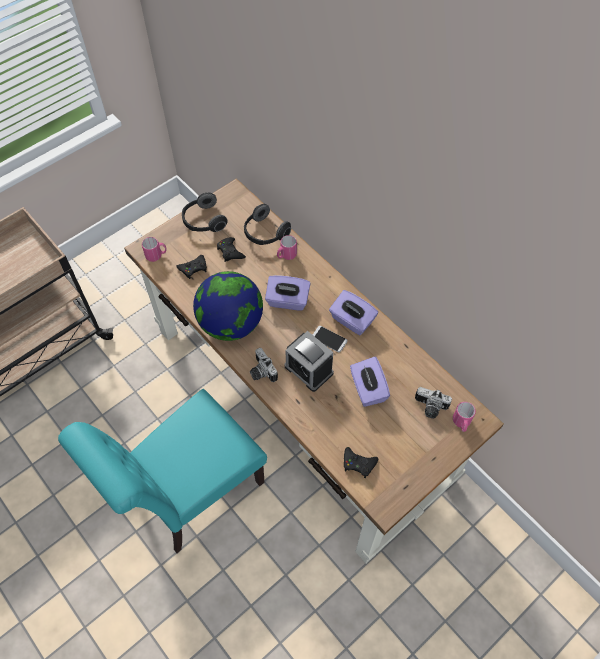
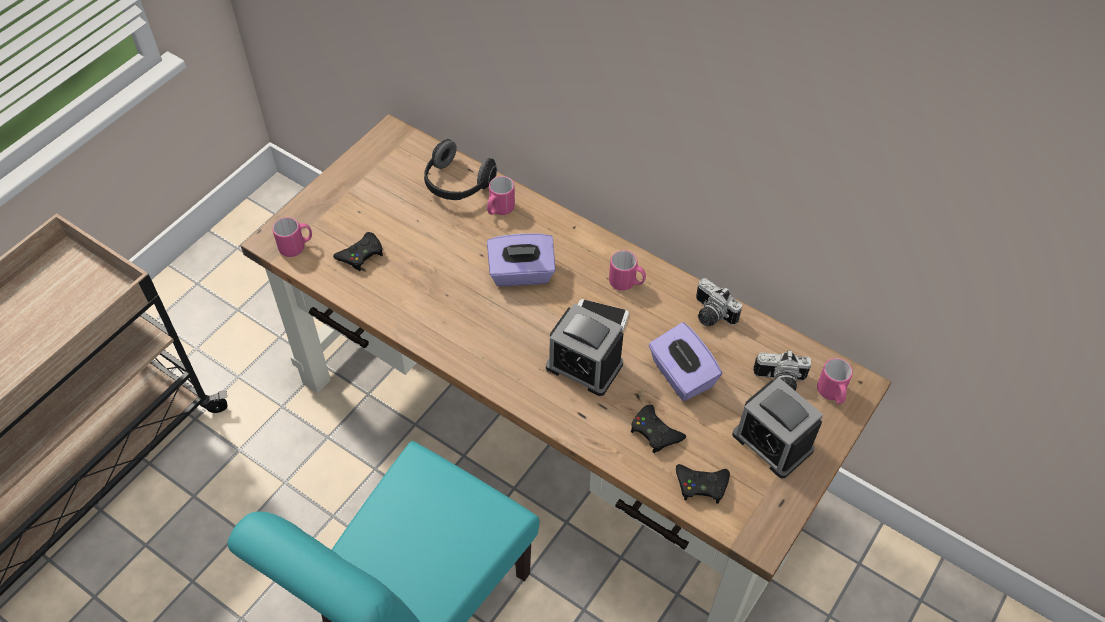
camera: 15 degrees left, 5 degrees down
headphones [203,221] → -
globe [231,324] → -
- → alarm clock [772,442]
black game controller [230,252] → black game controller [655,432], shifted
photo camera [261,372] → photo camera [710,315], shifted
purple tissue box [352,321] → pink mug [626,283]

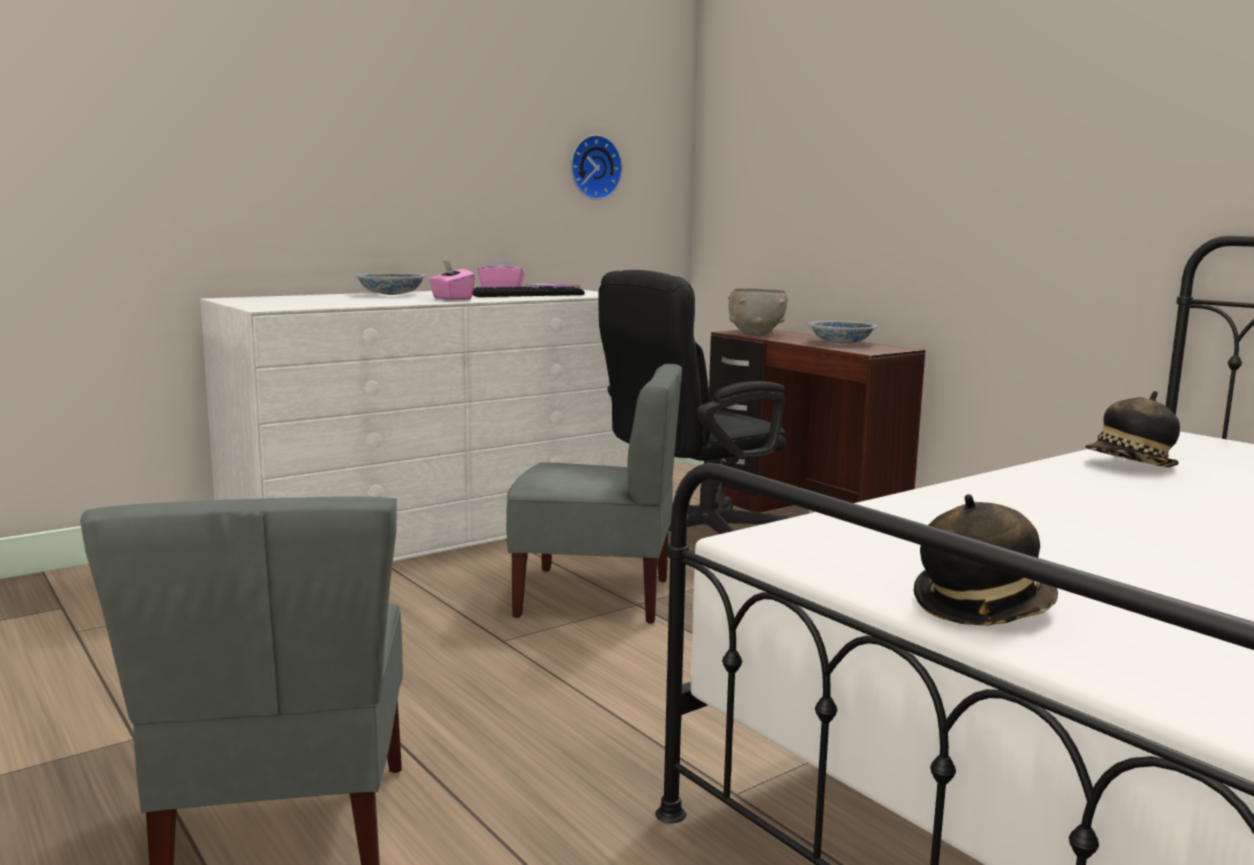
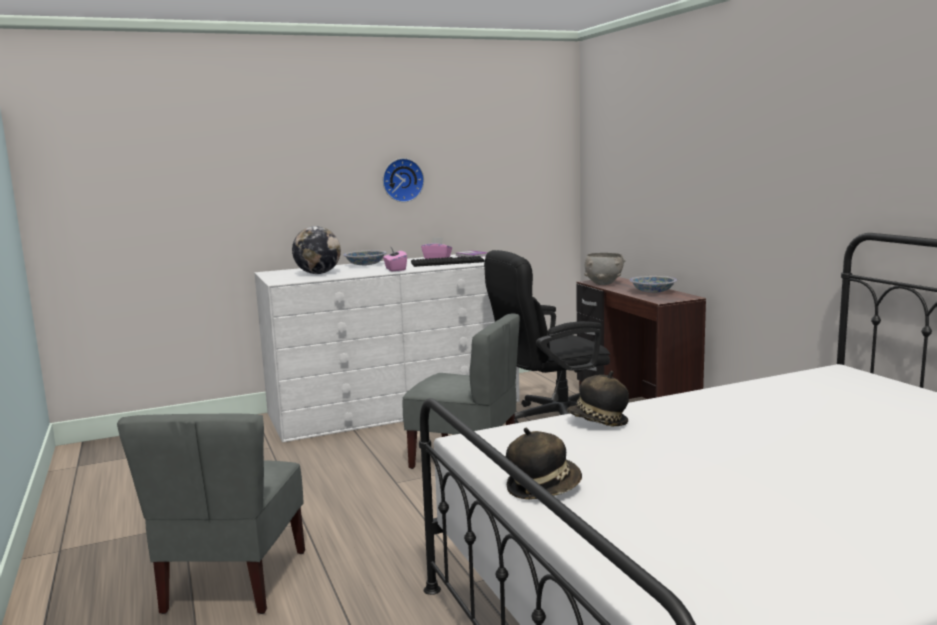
camera: 15 degrees right, 0 degrees up
- → globe [318,273]
wall clock [593,167] → wall clock [402,180], shifted
hat [1130,465] → hat [598,422], shifted

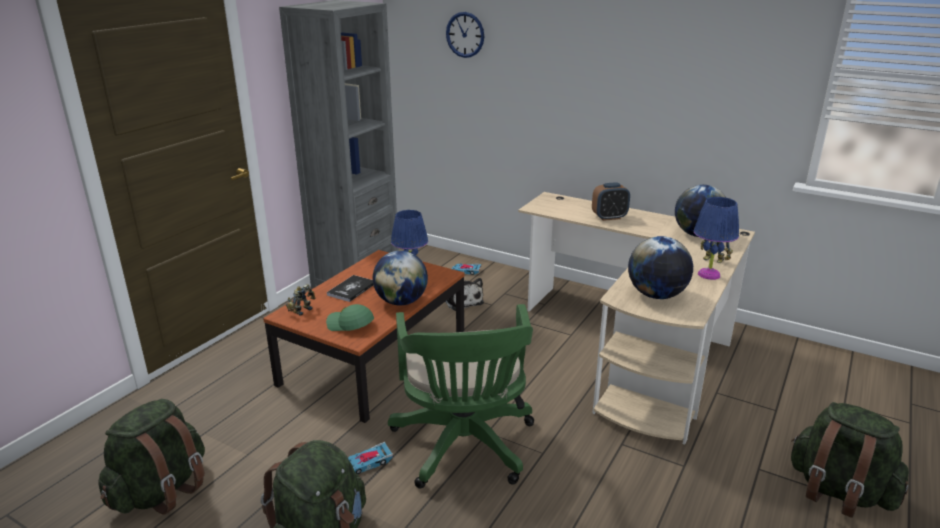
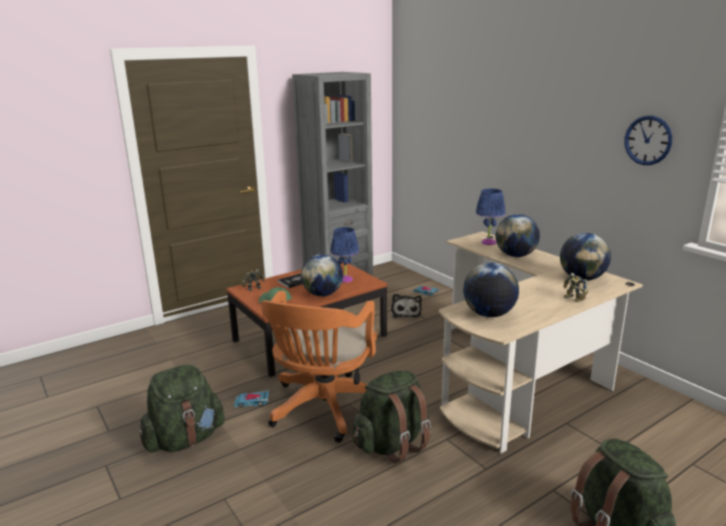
camera: 25 degrees right, 5 degrees down
green backpack [161,490] → green backpack [392,444], shifted
wall clock [465,34] → wall clock [648,140], shifted
blue table lamp [708,274] → blue table lamp [488,242], shifted
alarm clock [609,217] → globe [516,255]
green office chair [464,448] → orange office chair [323,410]

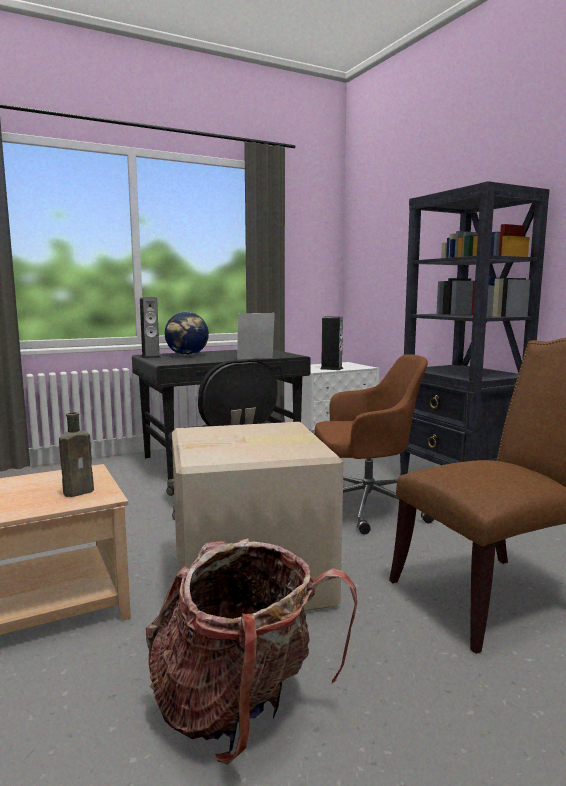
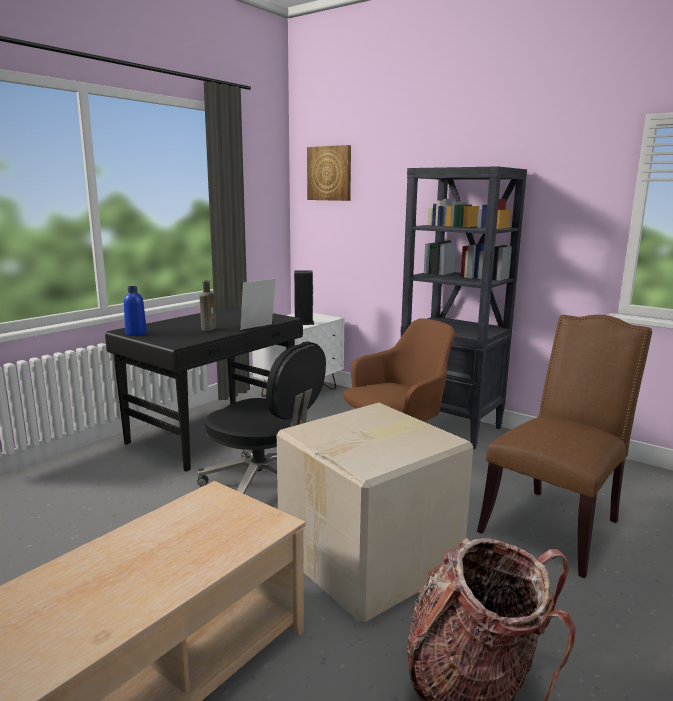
camera: 25 degrees left, 5 degrees up
globe [187,355] → -
- → picture [329,173]
brown bottle [81,491] → brown bottle [209,328], shifted
speaker [150,357] → blue bottle [136,333]

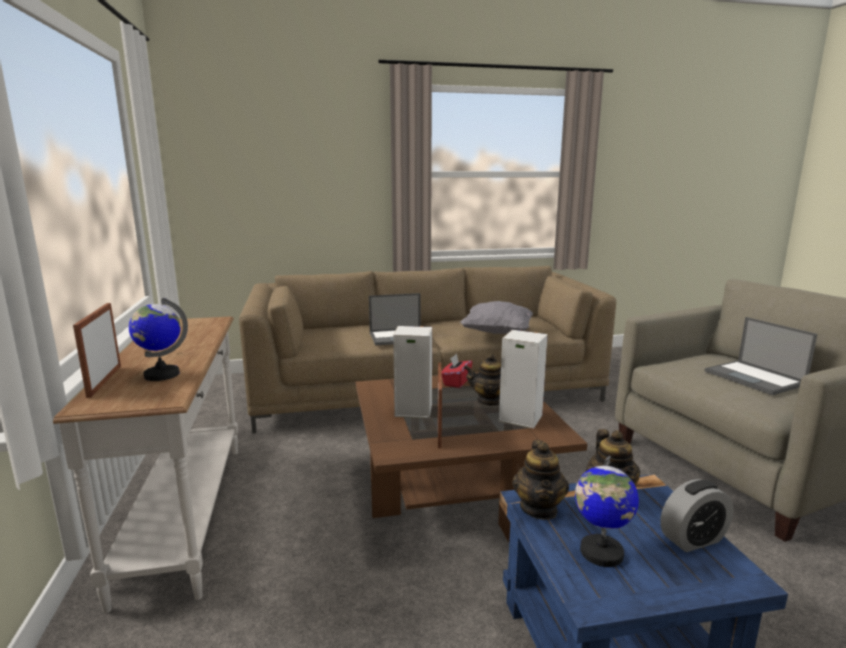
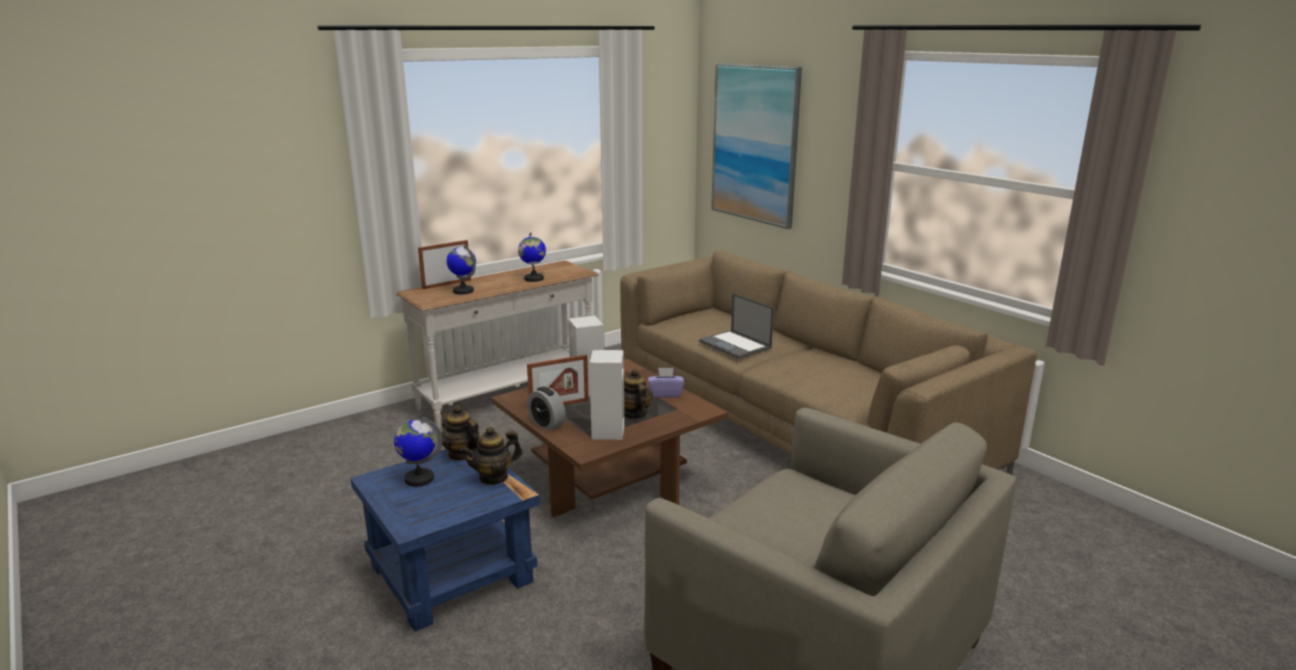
camera: 65 degrees right, 5 degrees up
grey pillow [497,333] → -
laptop [755,378] → -
- → globe [533,279]
- → picture [755,144]
alarm clock [693,539] → alarm clock [547,424], shifted
red tissue box [456,382] → purple tissue box [665,394]
teapot [539,508] → teapot [461,454], 60 degrees clockwise

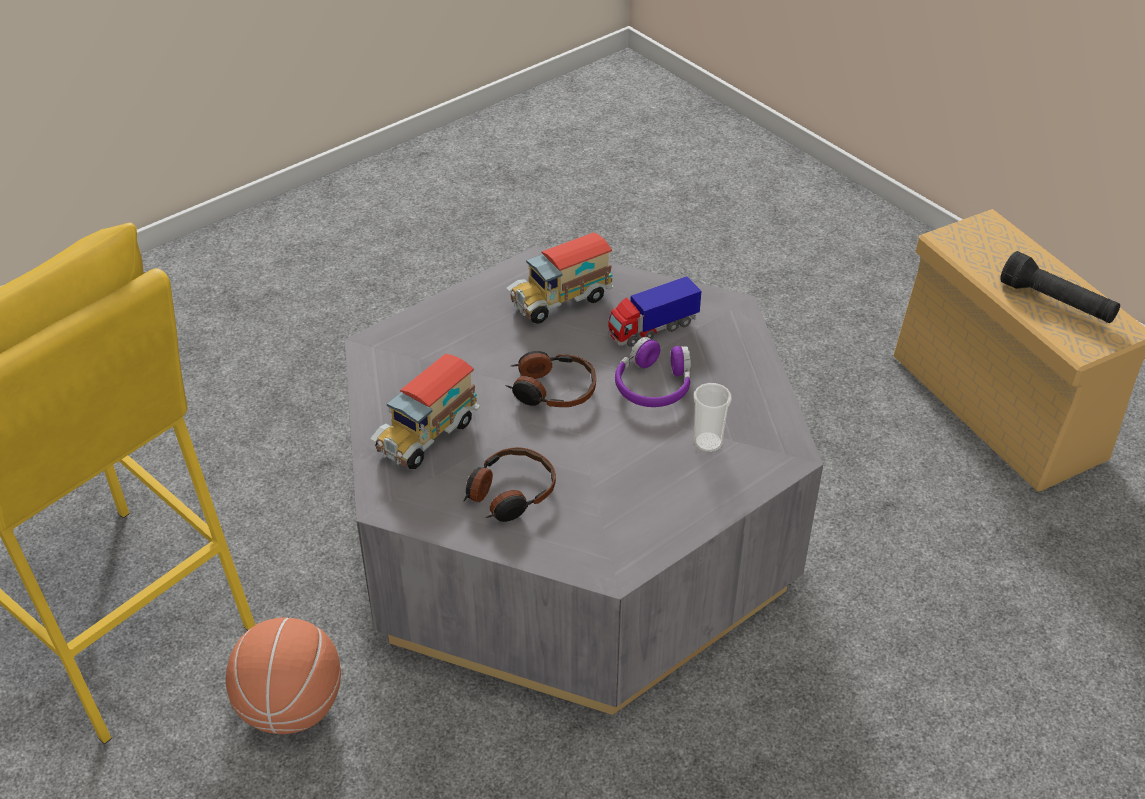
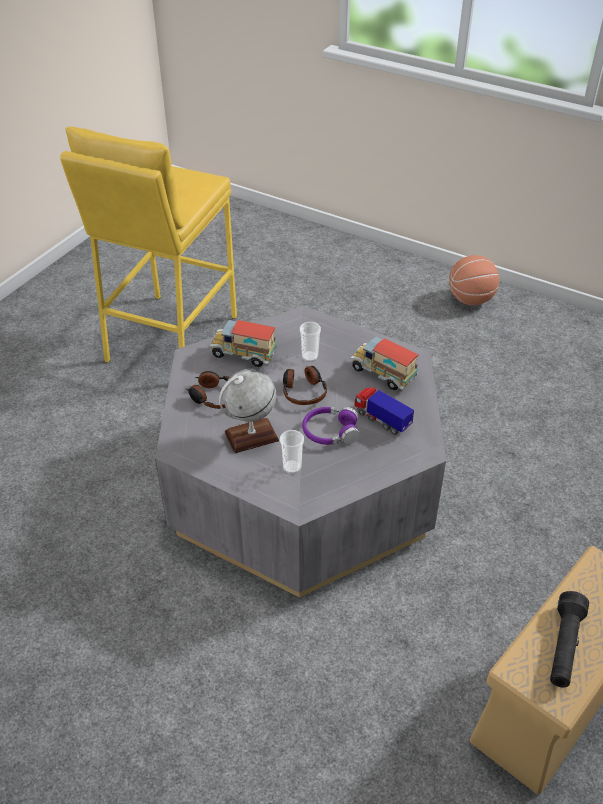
camera: 70 degrees right, 0 degrees up
- → globe [251,436]
- → cup [309,356]
basketball [291,707] → basketball [470,299], shifted

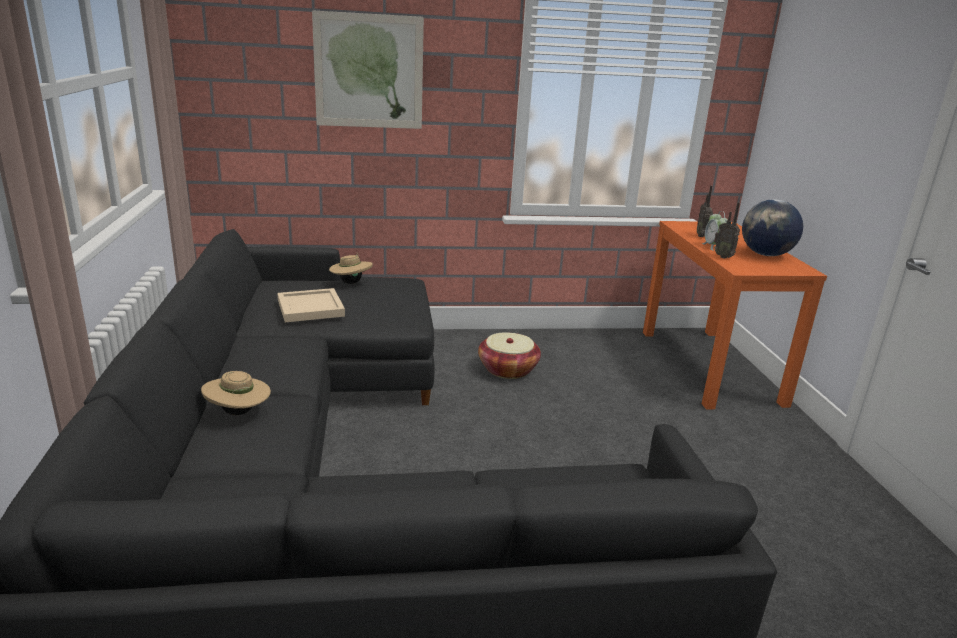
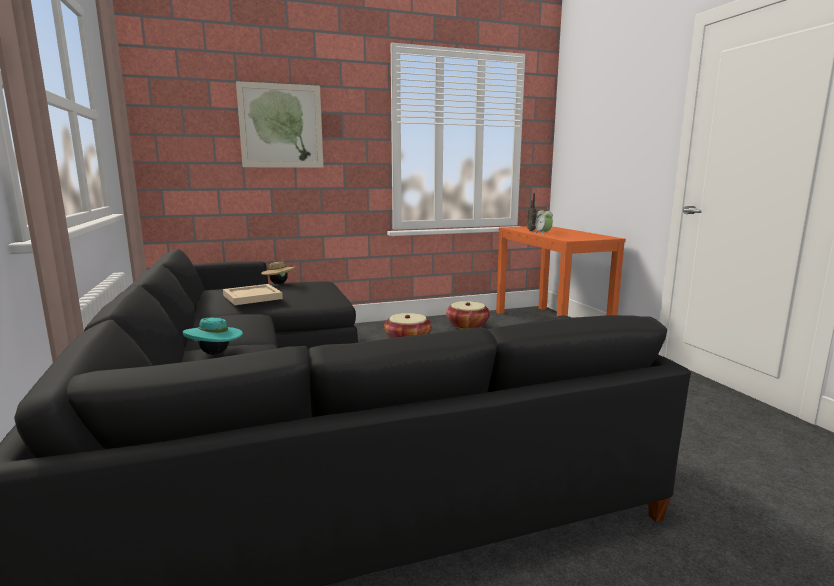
camera: 10 degrees left, 10 degrees down
radio [723,257] → -
globe [765,255] → -
- → basket [467,325]
beige hat [238,413] → turquoise hat [215,353]

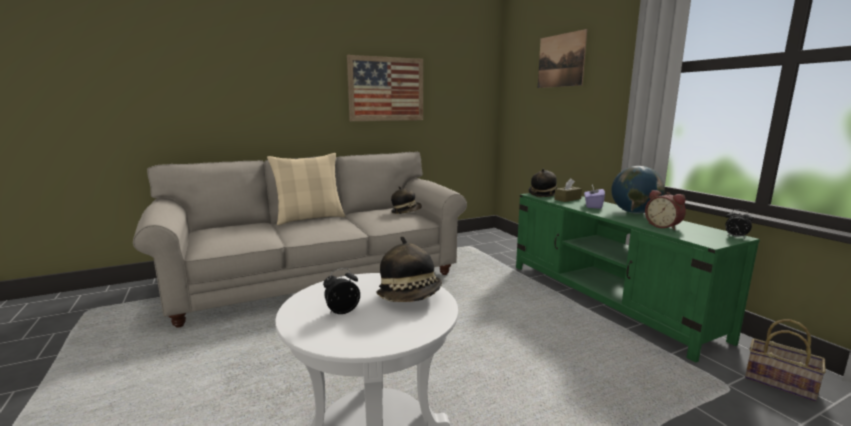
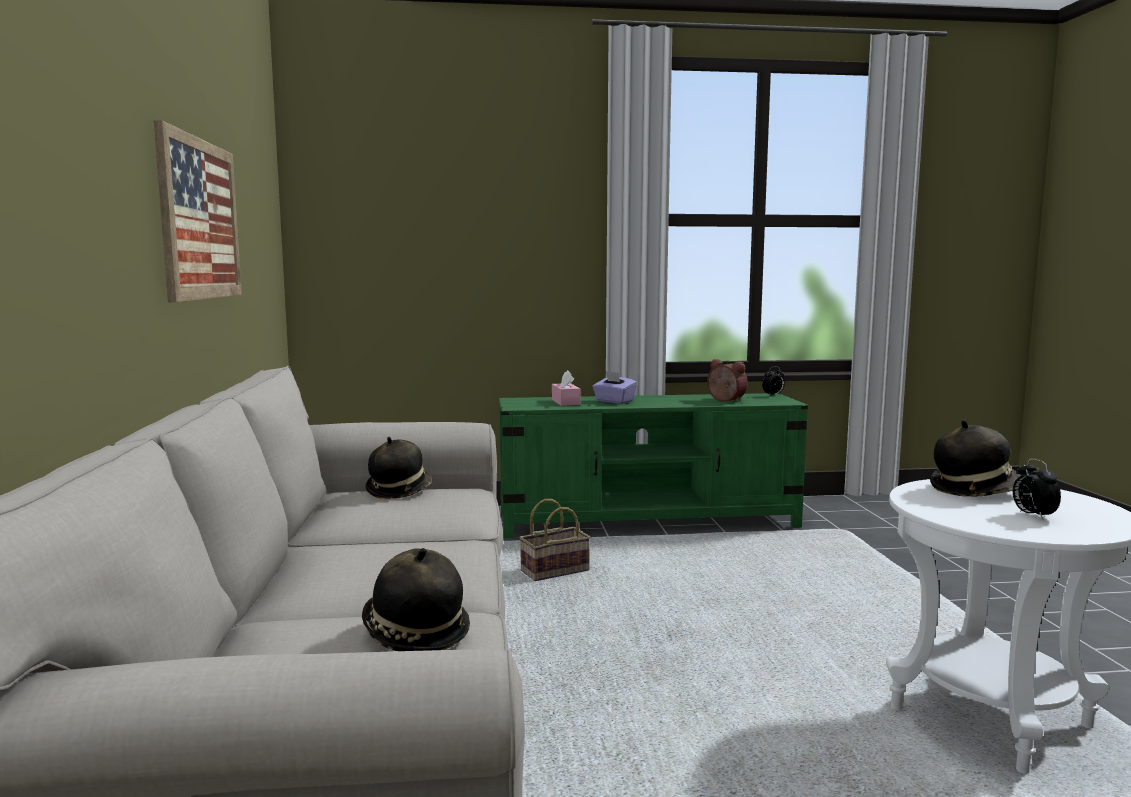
camera: 70 degrees left, 5 degrees down
beige pillow [310,218] → -
picture [561,60] → -
globe [634,212] → -
hat [543,194] → hat [414,633], shifted
basket [781,383] → basket [555,571], shifted
brown tissue box [567,199] → pink tissue box [565,402]
alarm clock [663,226] → alarm clock [725,401], 120 degrees counterclockwise

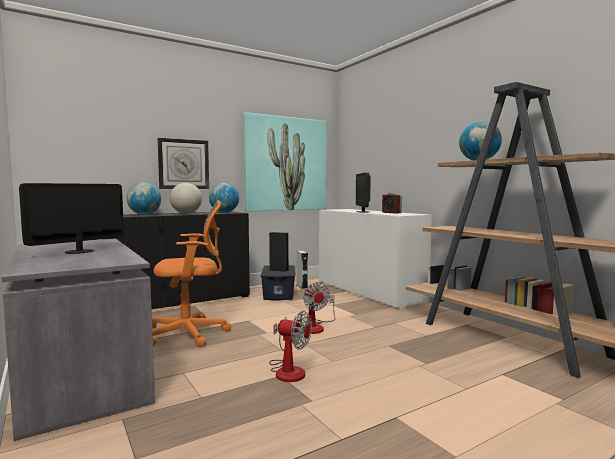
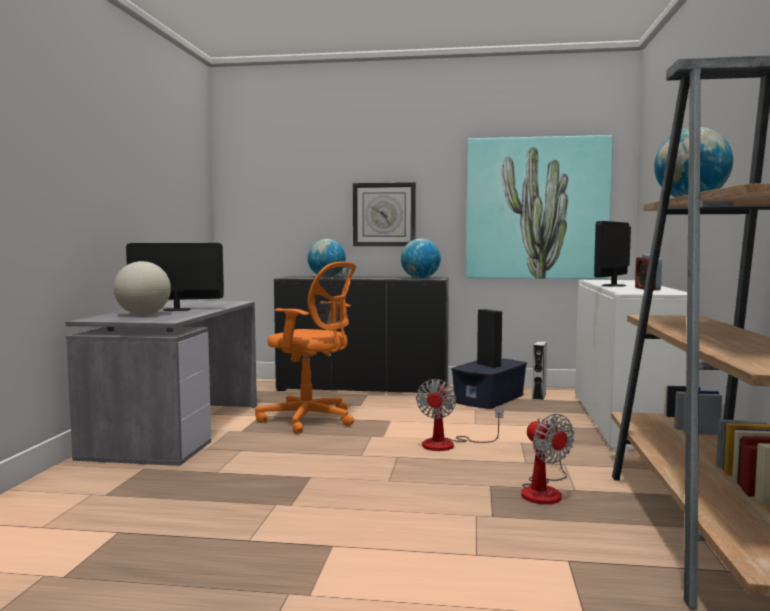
camera: 40 degrees right, 0 degrees up
globe [186,213] → globe [143,314], shifted
fan [288,370] → fan [544,491], shifted

